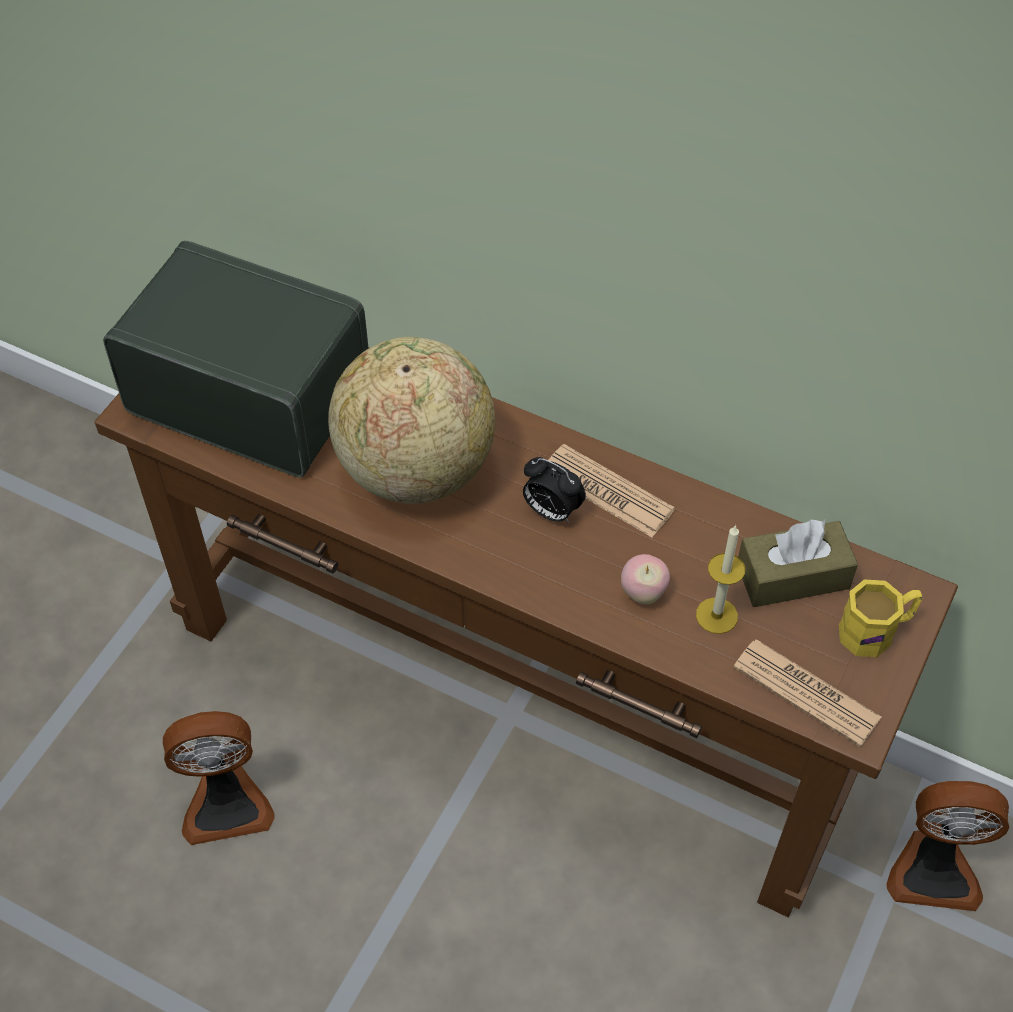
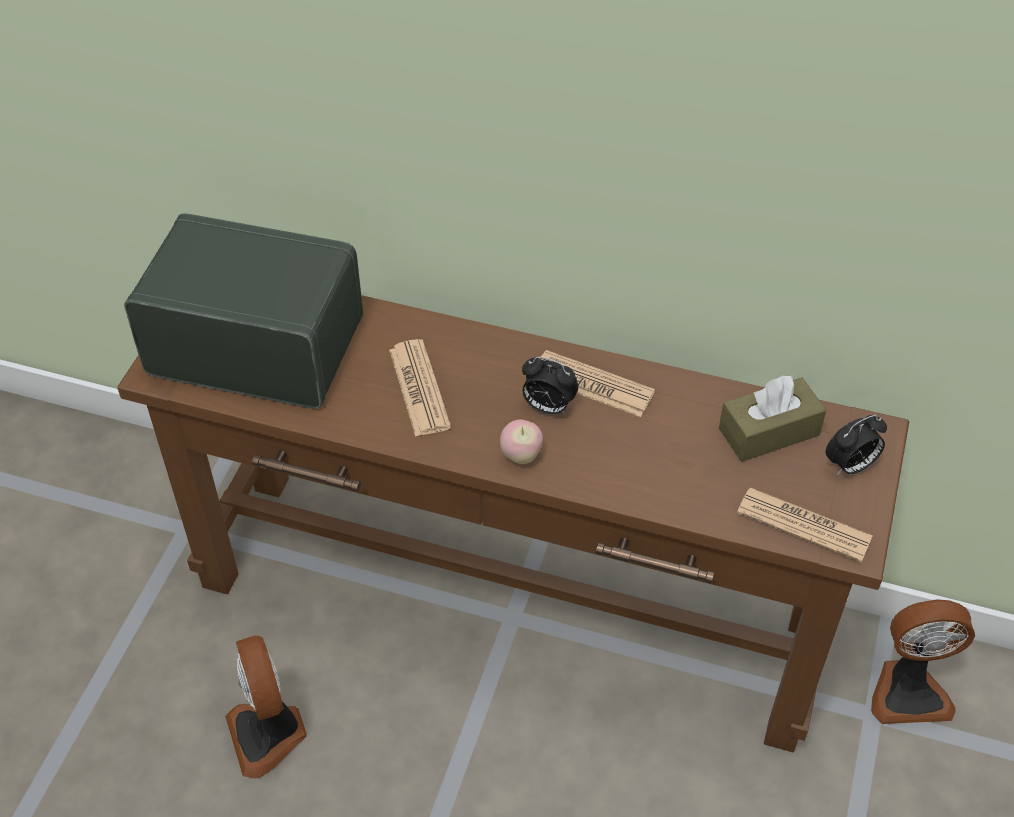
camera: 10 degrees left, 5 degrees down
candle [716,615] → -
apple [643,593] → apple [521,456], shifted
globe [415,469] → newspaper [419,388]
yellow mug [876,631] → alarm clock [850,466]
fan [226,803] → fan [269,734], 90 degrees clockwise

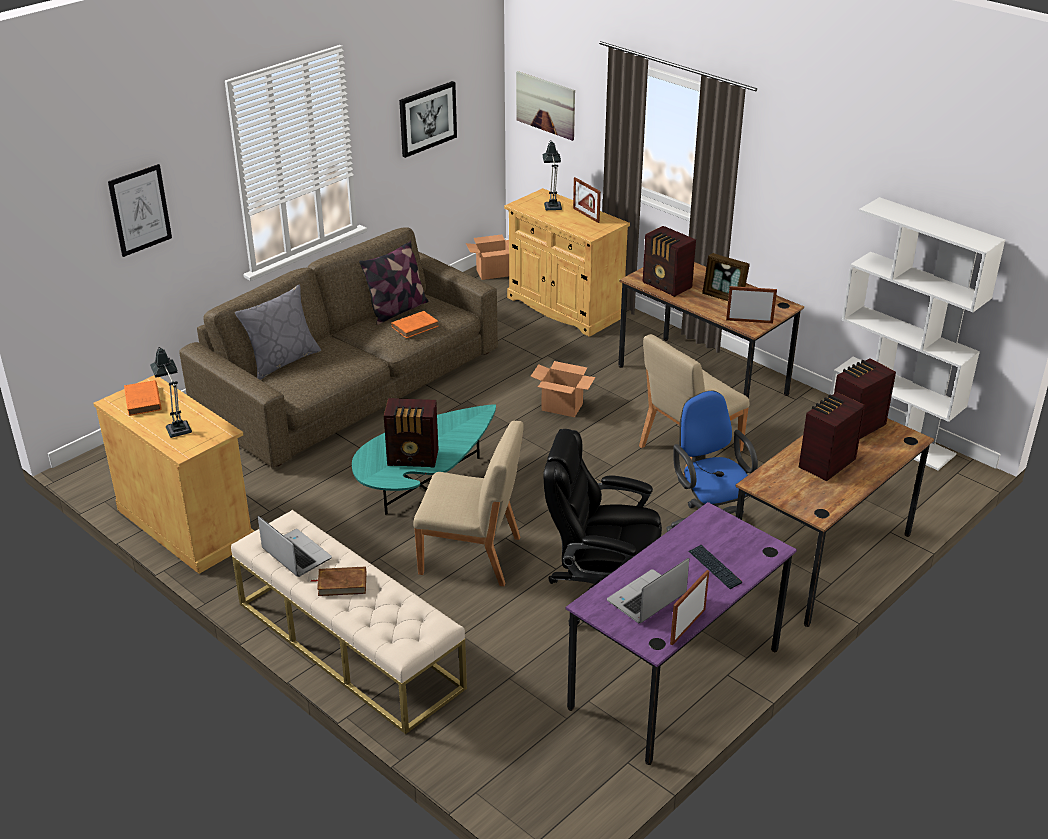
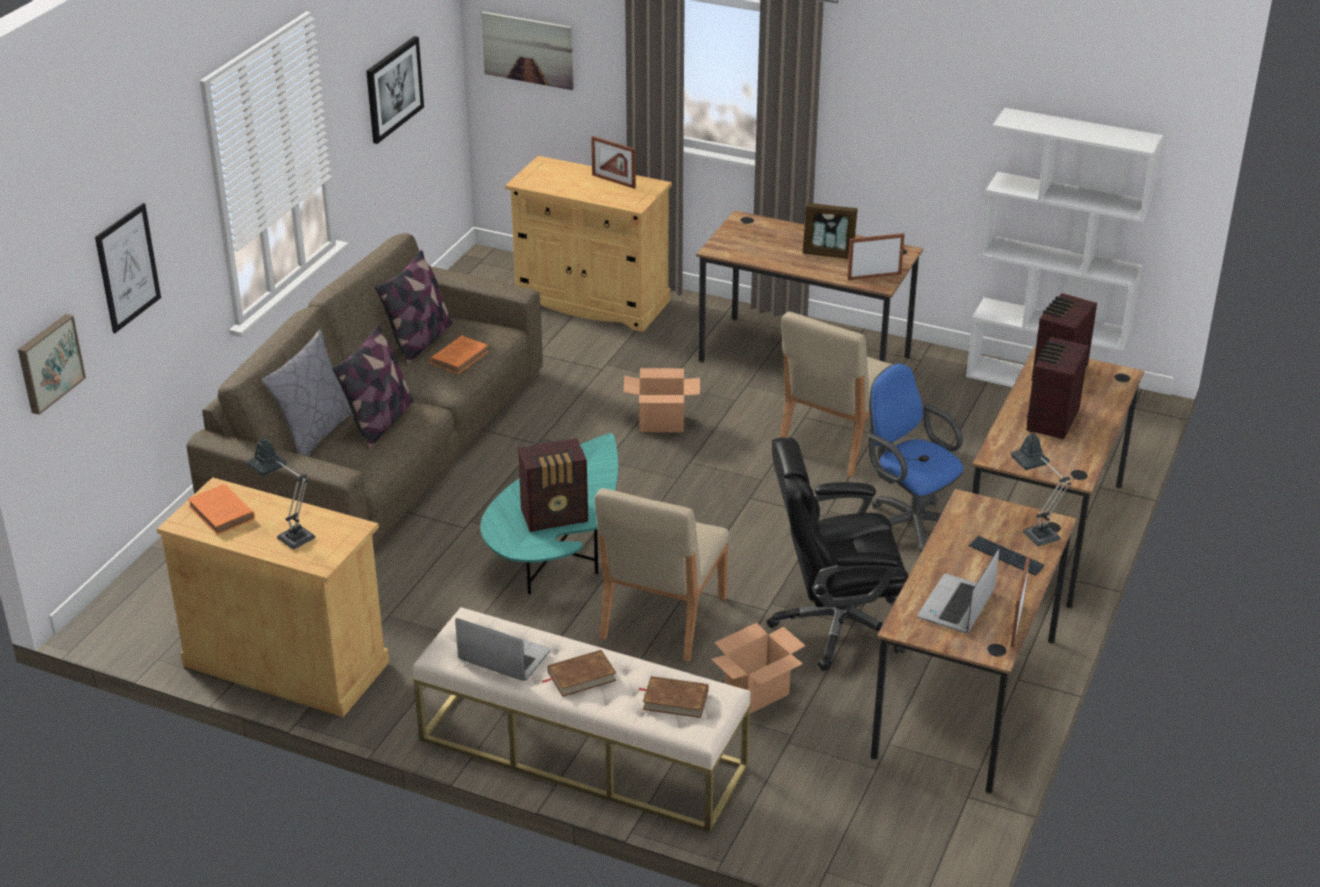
camera: 20 degrees left, 0 degrees up
radio [667,286] → -
- → picture [48,363]
- → pillow [380,422]
- → brown book [675,700]
cardboard box [493,273] → cardboard box [757,694], shifted
table lamp [552,205] → table lamp [1036,532], shifted
purple desk [675,678] → brown desk [966,697]
beige chair [471,556] → beige chair [662,618], 120 degrees clockwise

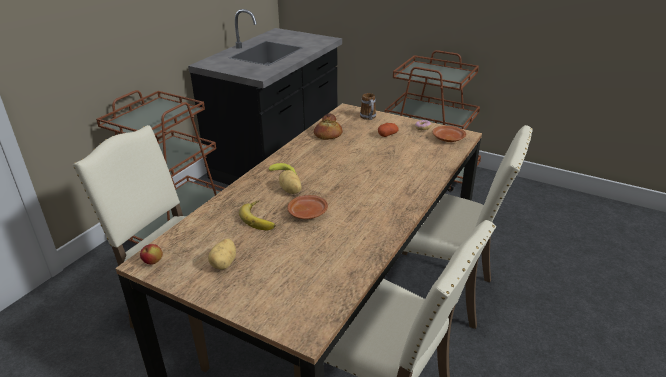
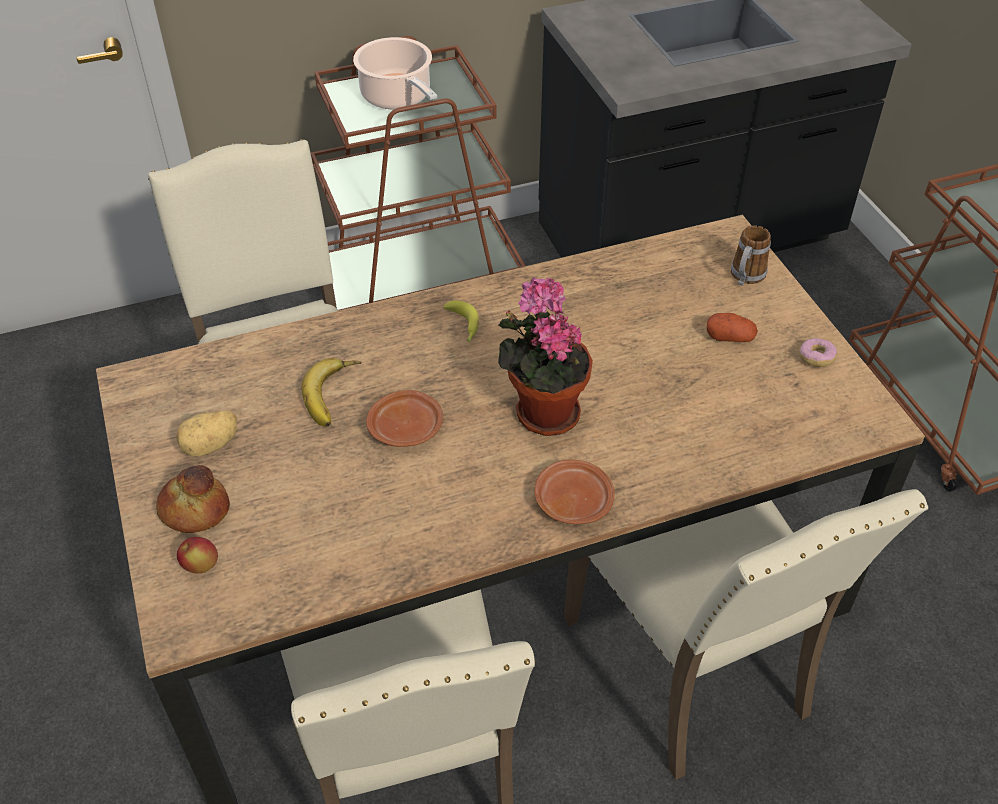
camera: 40 degrees right, 15 degrees up
potato [290,191] → -
- → cooking pot [398,97]
- → potted plant [542,411]
apple [153,262] → apple [201,566], shifted
bread [328,135] → bread [194,510], shifted
brown plate [447,138] → brown plate [572,500], shifted

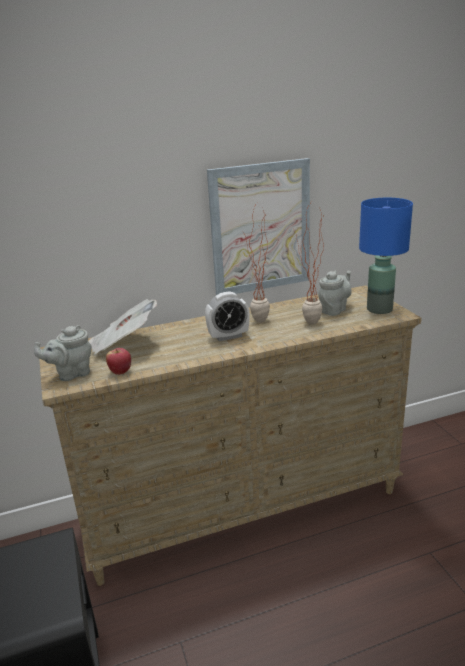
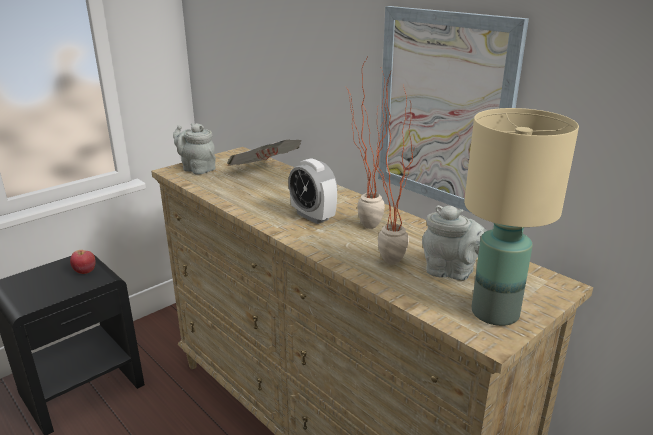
camera: 65 degrees right, 0 degrees up
apple [120,372] → apple [85,271], shifted
blue table lamp [379,309] → beige table lamp [493,312]

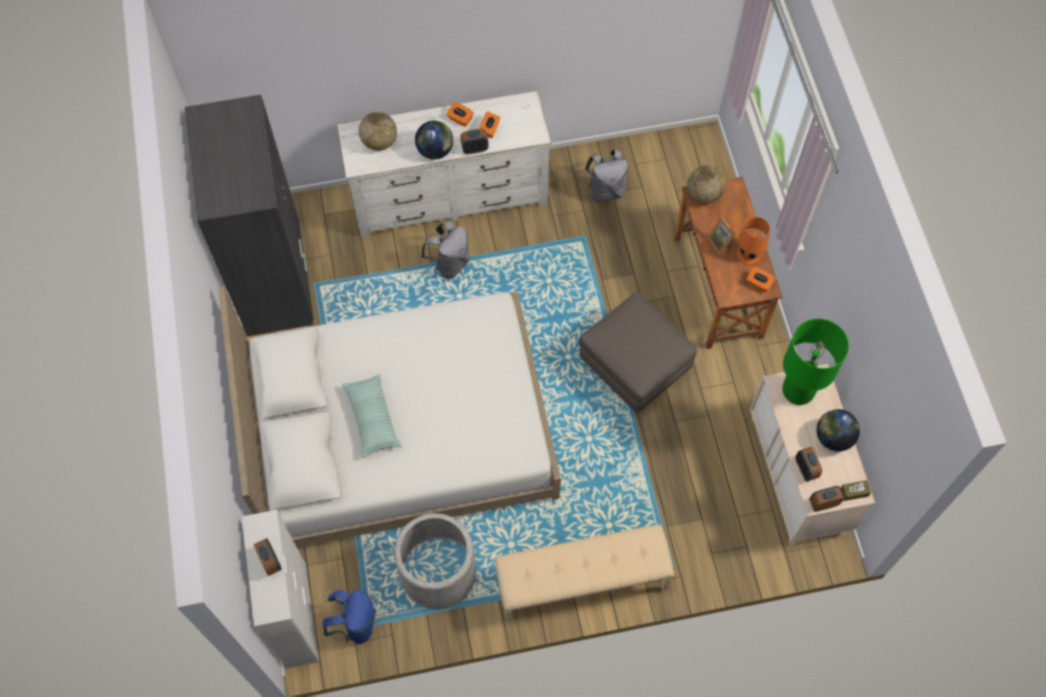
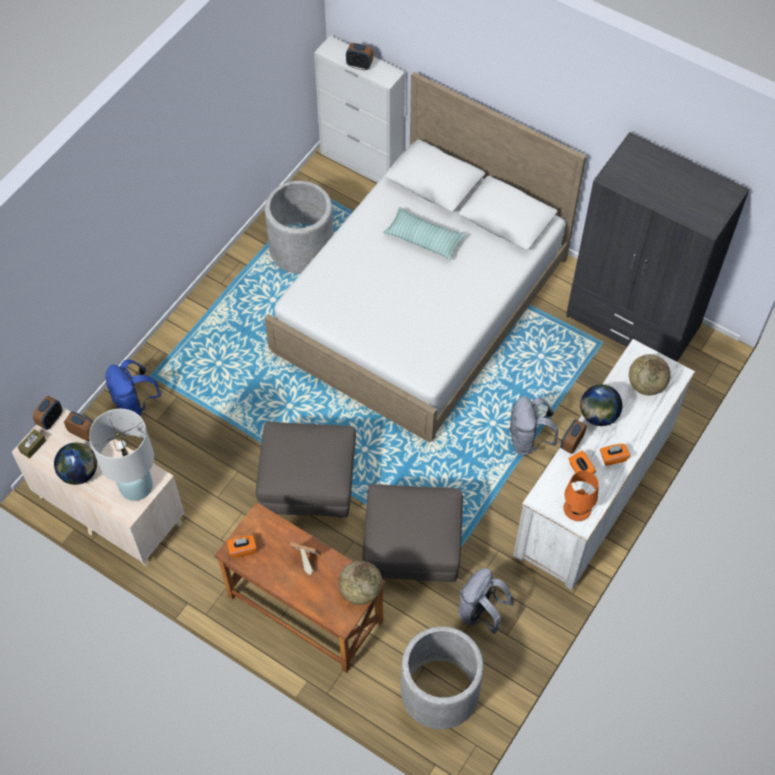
camera: 135 degrees right, 5 degrees down
beige bench [581,584] → -
- → grey ottoman [412,548]
- → grey planter [439,691]
blue backpack [355,624] → blue backpack [135,404], shifted
orange table lamp [748,254] → orange table lamp [577,508], shifted
green table lamp [797,390] → white table lamp [136,486]

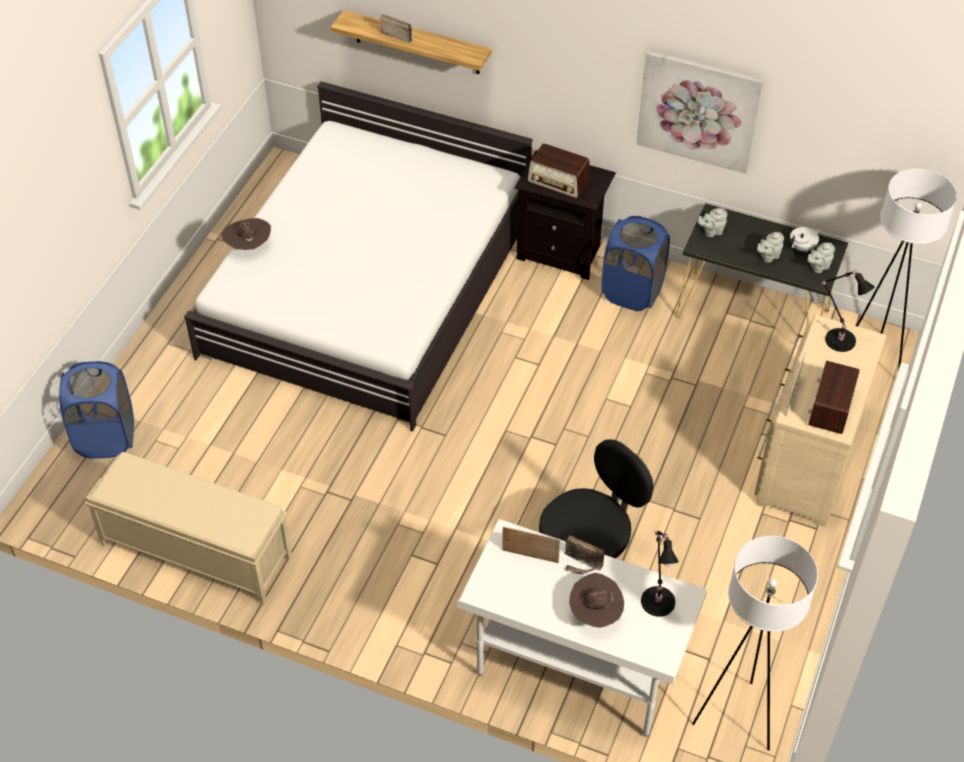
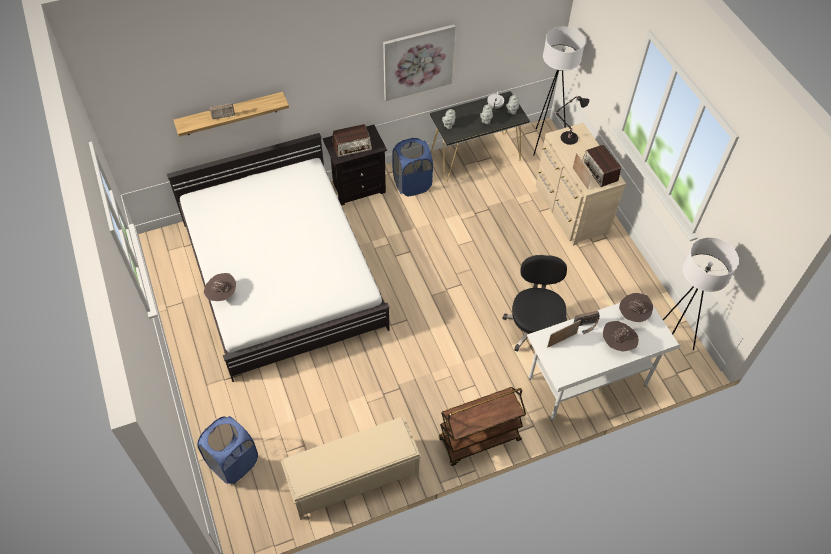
camera: 45 degrees left, 5 degrees up
- → brown cart [479,440]
black table lamp [657,599] → brown hat [632,315]

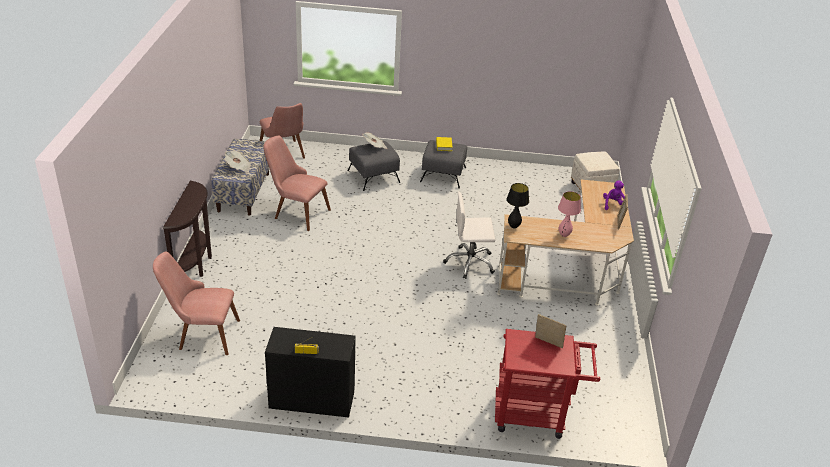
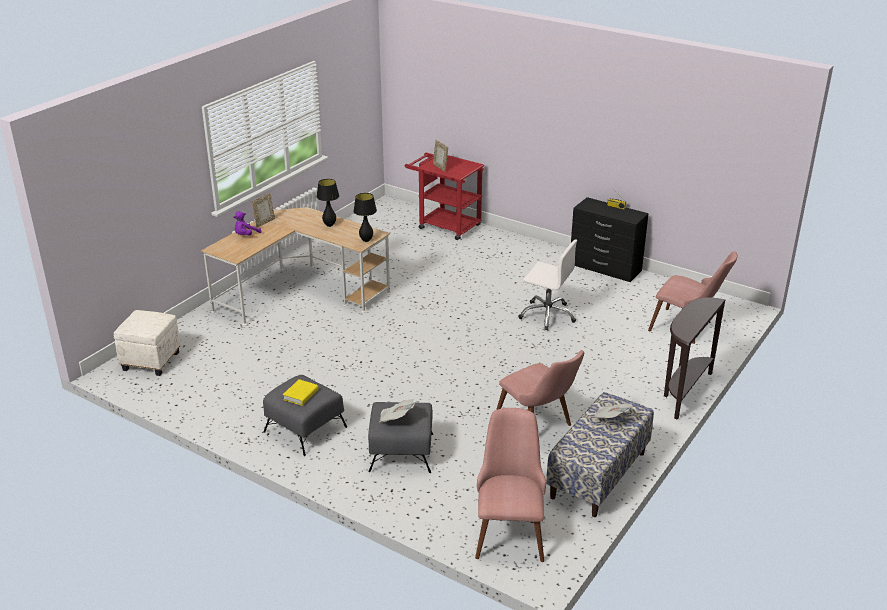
camera: 150 degrees left, 5 degrees down
white office chair [470,263] → white office chair [547,315], shifted
pink table lamp [564,235] → black table lamp [329,225]

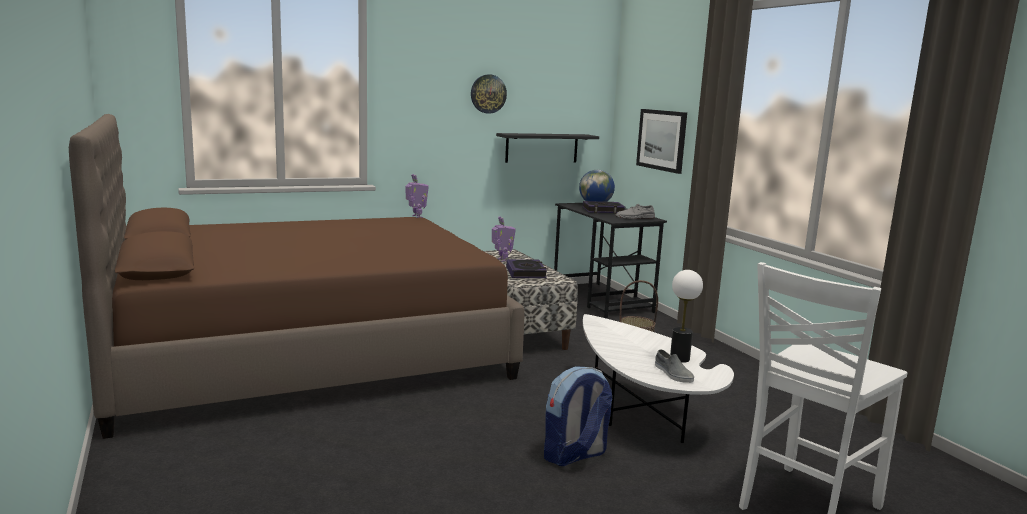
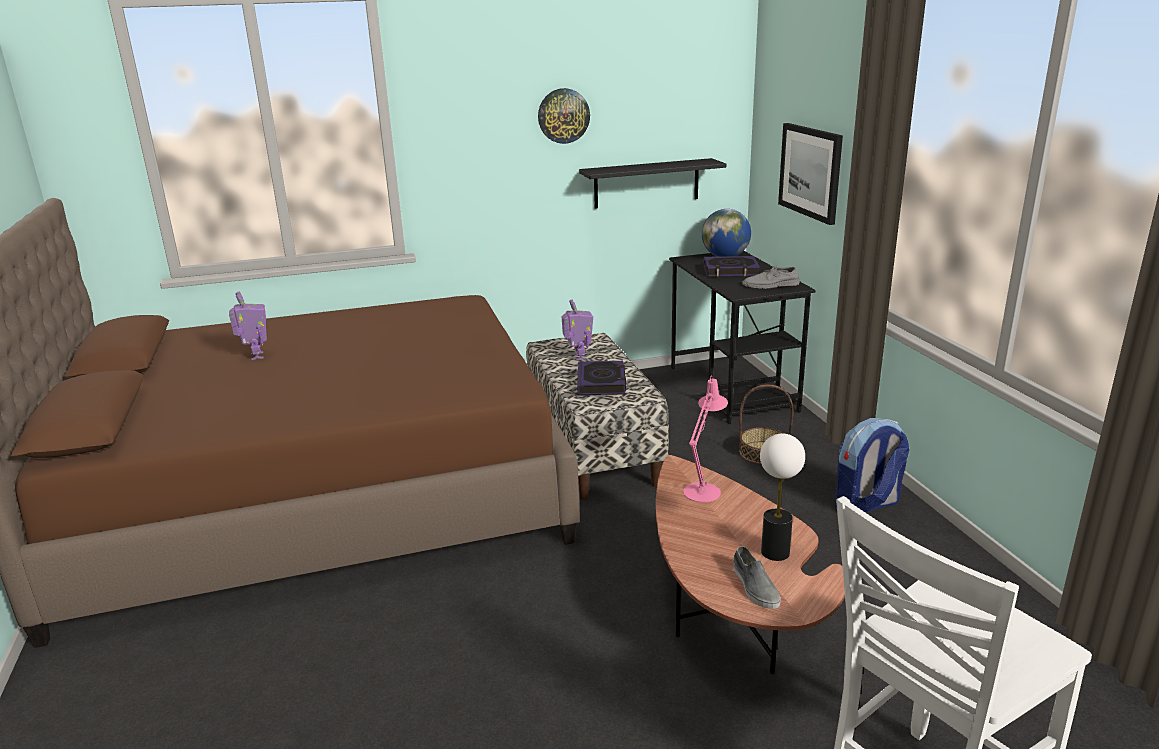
camera: 10 degrees right, 10 degrees up
- → pink table lamp [704,489]
toy robot [416,216] → toy robot [256,356], shifted
backpack [574,455] → backpack [866,505], shifted
white coffee table [641,413] → brown coffee table [728,612]

